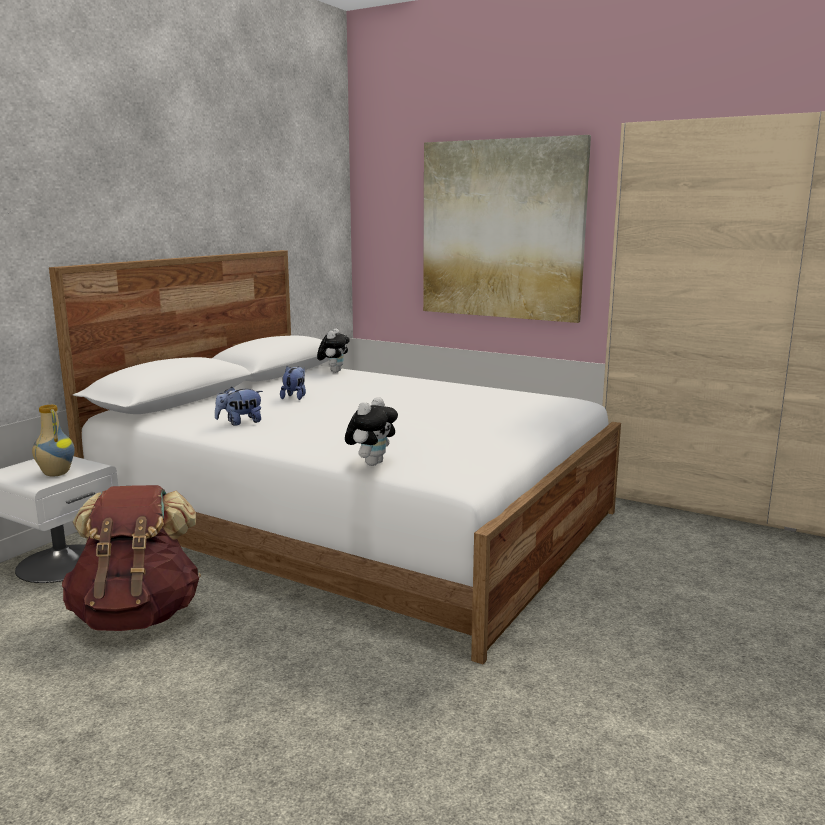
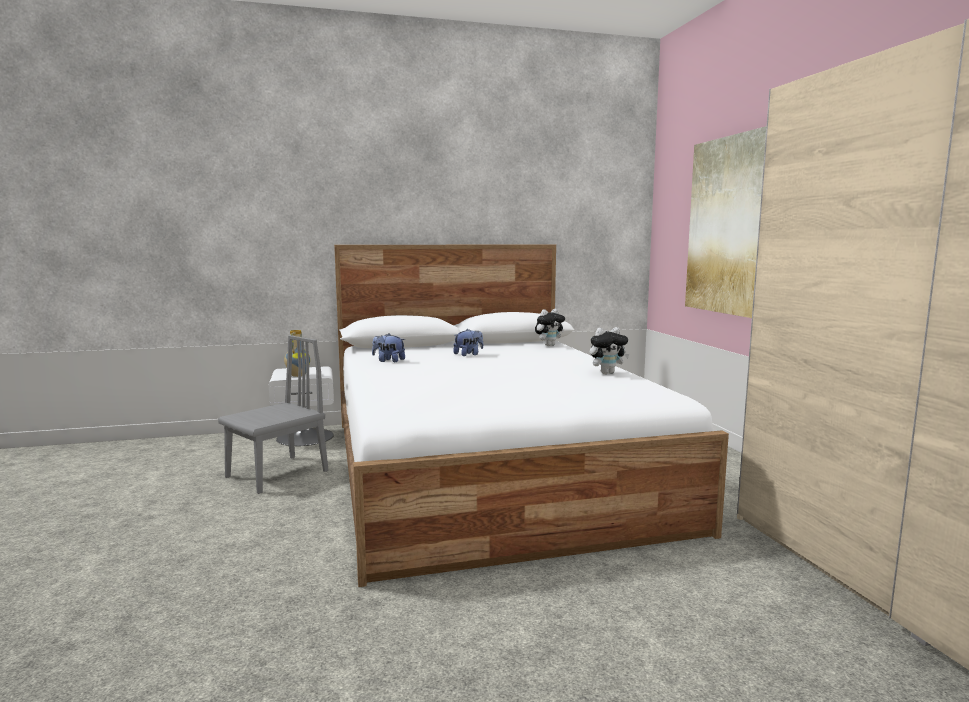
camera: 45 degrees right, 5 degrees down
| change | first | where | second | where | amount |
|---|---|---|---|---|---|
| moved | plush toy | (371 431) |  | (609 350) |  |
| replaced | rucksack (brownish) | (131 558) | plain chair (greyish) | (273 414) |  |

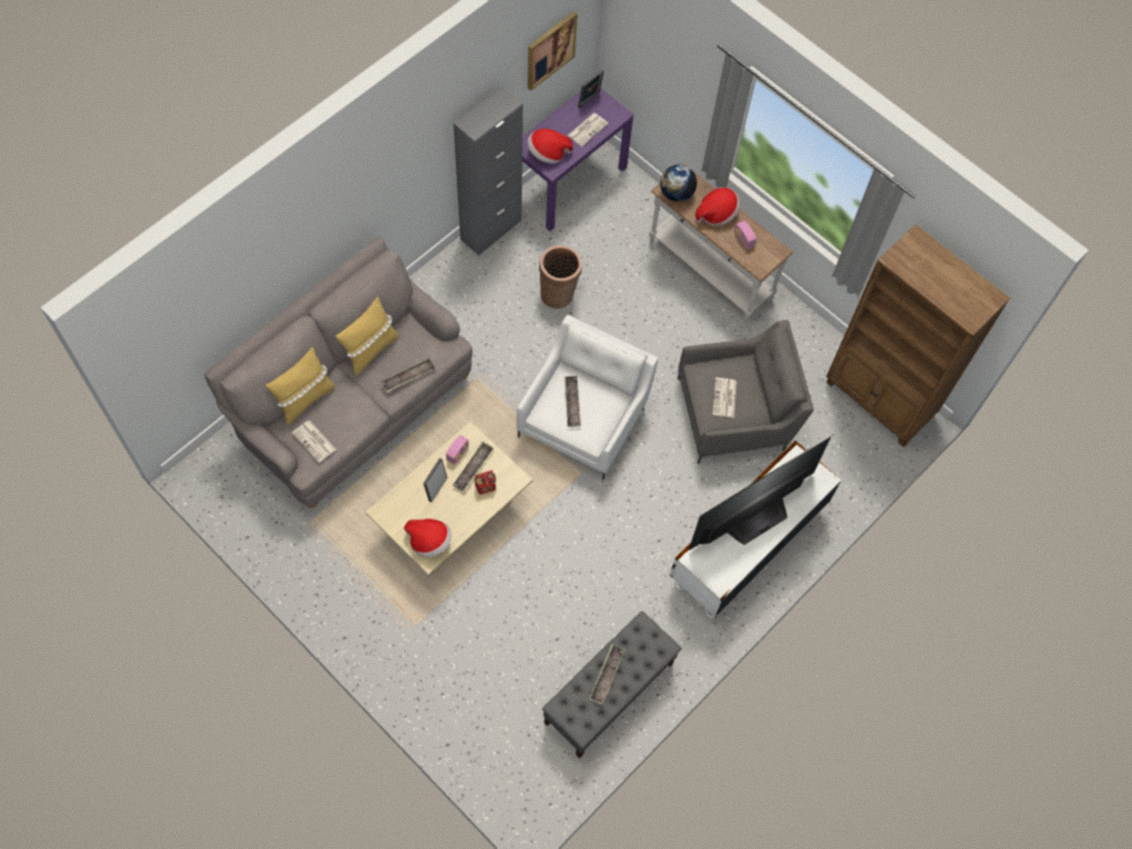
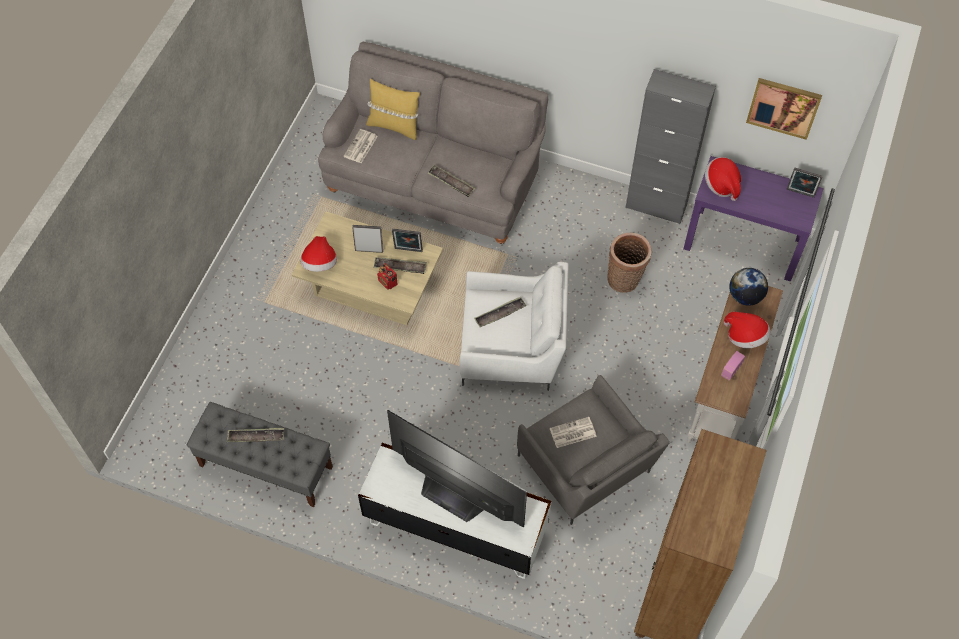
camera: 70 degrees right, 5 degrees down
| change | first | where | second | where | amount |
|---|---|---|---|---|---|
| removed | pillow (yellow-coloured) | (367 336) |  |  |  |
| removed | daily paper | (587 130) |  |  |  |
| replaced | radio | (457 450) | photo frame | (407 240) |  |

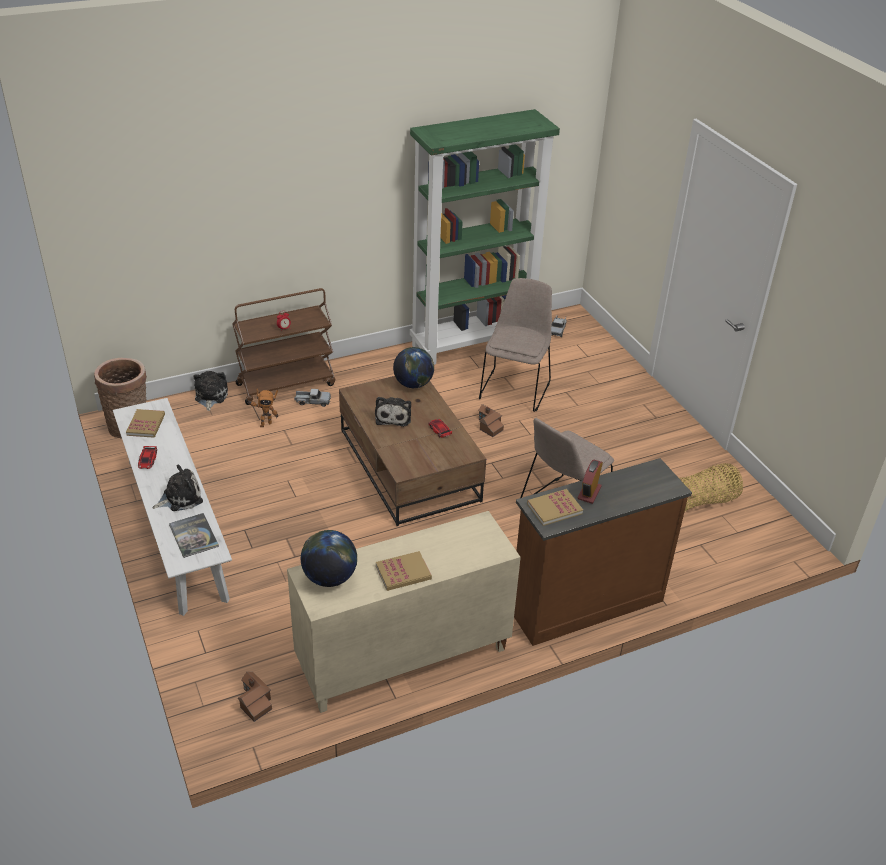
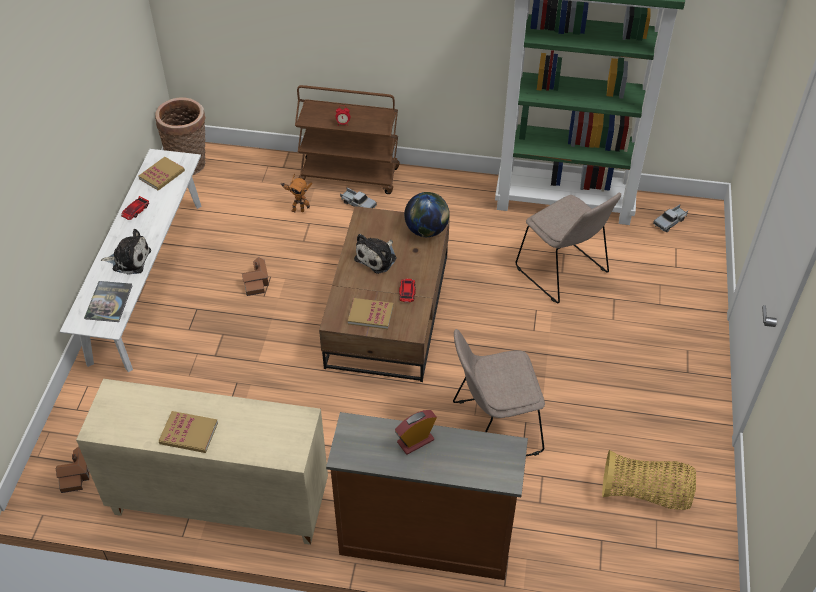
camera: 35 degrees right, 10 degrees up
| change | first | where | second | where | amount |
|---|---|---|---|---|---|
| removed | plush toy | (210 391) |  |  |  |
| removed | desk globe | (329 558) |  |  |  |
| moved | toy house | (491 420) |  | (255 276) |  |
| moved | book | (555 507) |  | (371 313) |  |
| turned | plain chair (beige-coloured) | (515 345) |  | (568 248) | 90 degrees clockwise |

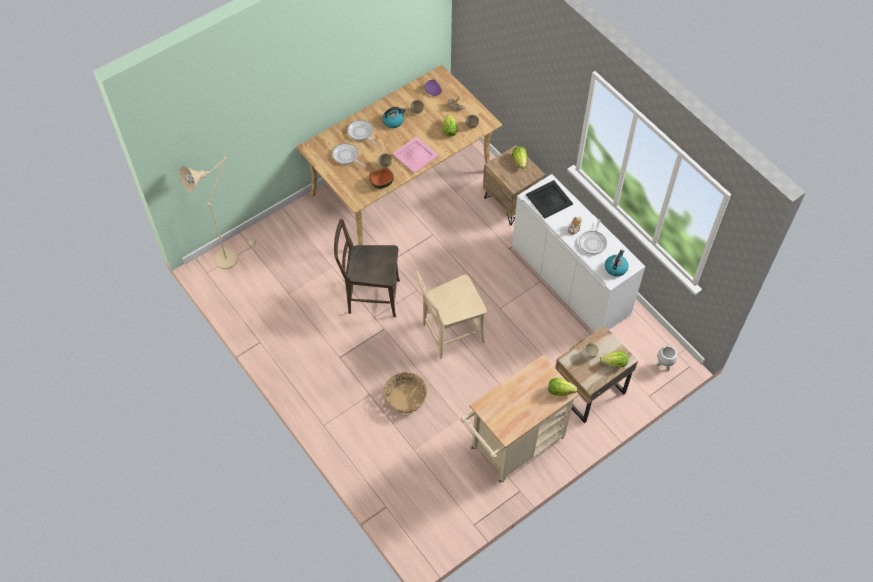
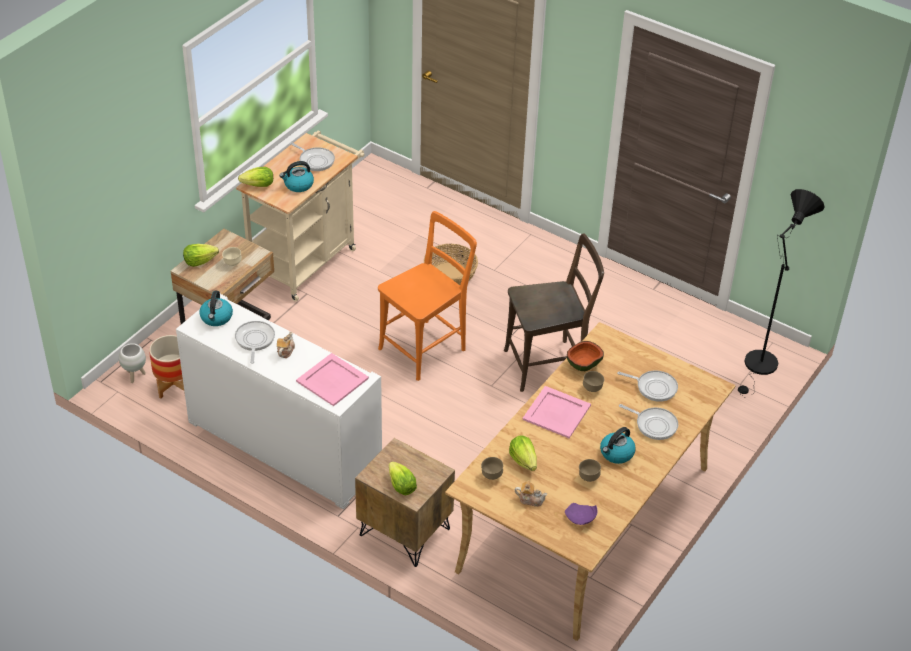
camera: 160 degrees right, 15 degrees down
| change | first | where | second | where | amount |
|---|---|---|---|---|---|
| added |  |  | plant pot | (167 367) |  |
| added |  |  | tea kettle | (297 176) |  |
| added |  |  | pan | (312 156) |  |
| recoloured | floor lamp (beige-coloured) | (218 212) | floor lamp (black) | (781 293) |  |
| recoloured | plain chair (beige-coloured) | (451 314) | plain chair (orange) | (427 296) |  |
| recoloured | tray (black) | (549 199) | tray (pink) | (332 379) |  |

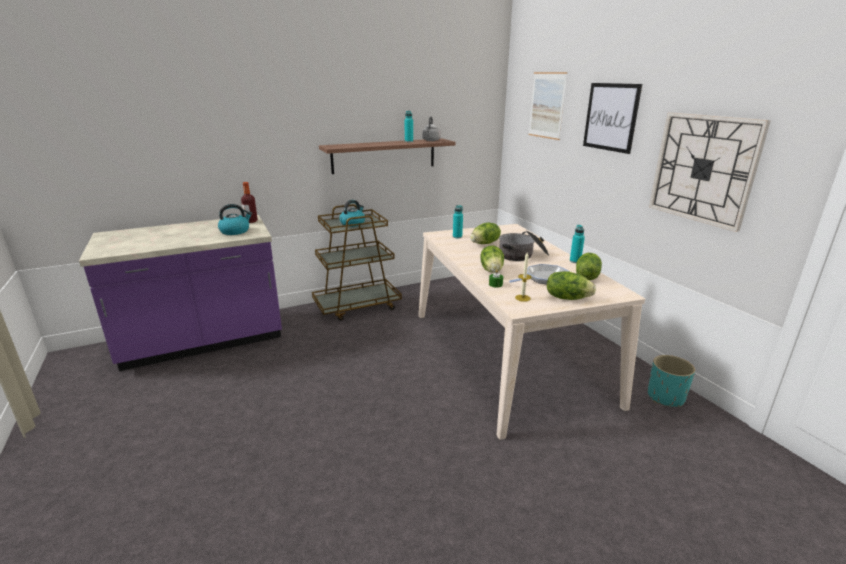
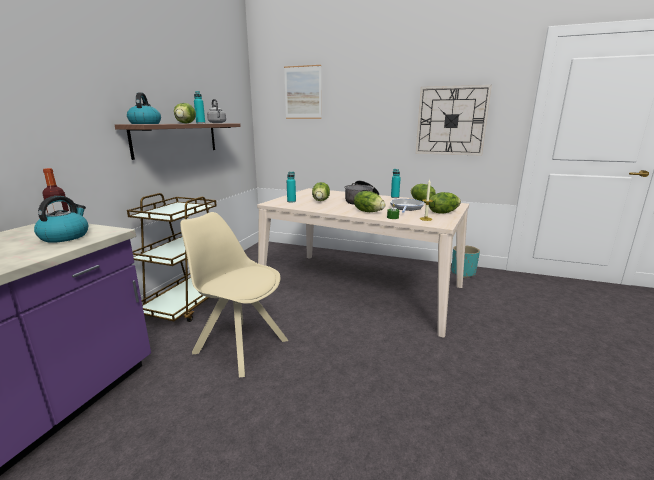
camera: 45 degrees left, 5 degrees down
| change | first | where | second | where | amount |
|---|---|---|---|---|---|
| removed | wall art | (612 118) |  |  |  |
| added |  |  | lettuce head | (185 113) |  |
| added |  |  | plain chair (beige-coloured) | (234 294) |  |
| moved | tea kettle | (352 213) |  | (144 108) |  |

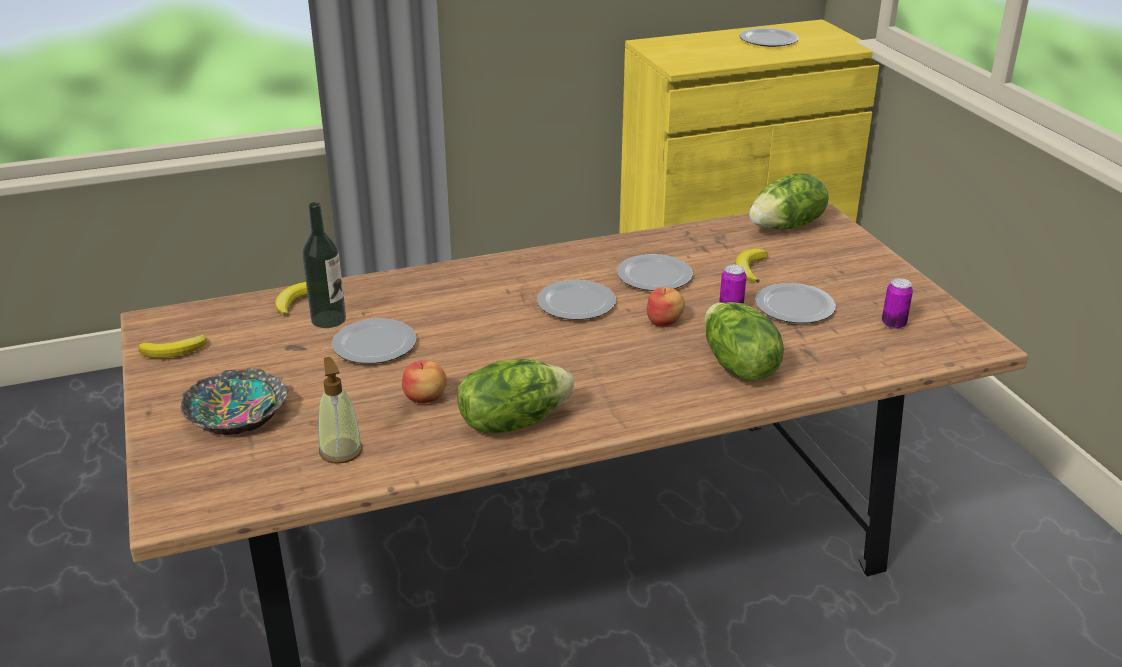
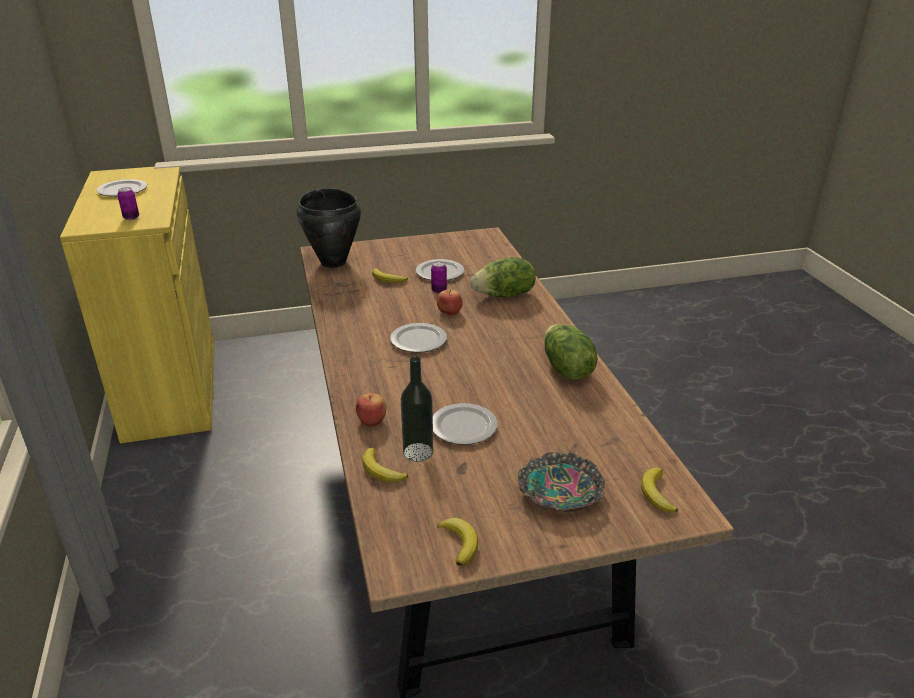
camera: 85 degrees left, 0 degrees up
| change | first | where | second | where | amount |
|---|---|---|---|---|---|
| removed | liquid soap bottle | (340 410) |  |  |  |
| removed | flat dish | (655 272) |  |  |  |
| added |  |  | whole banana | (659 489) |  |
| moved | apple | (424 381) |  | (371 410) |  |
| moved | metal can | (897 303) |  | (128 203) |  |
| replaced | lettuce head | (789 201) | cooking pot (black) | (329 228) |  |

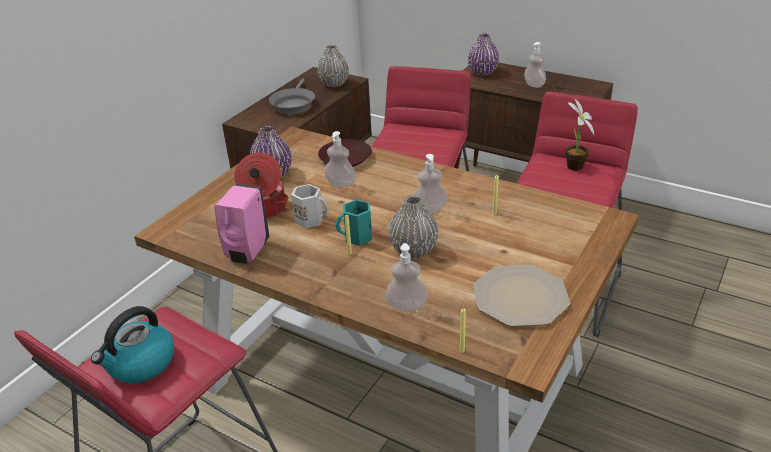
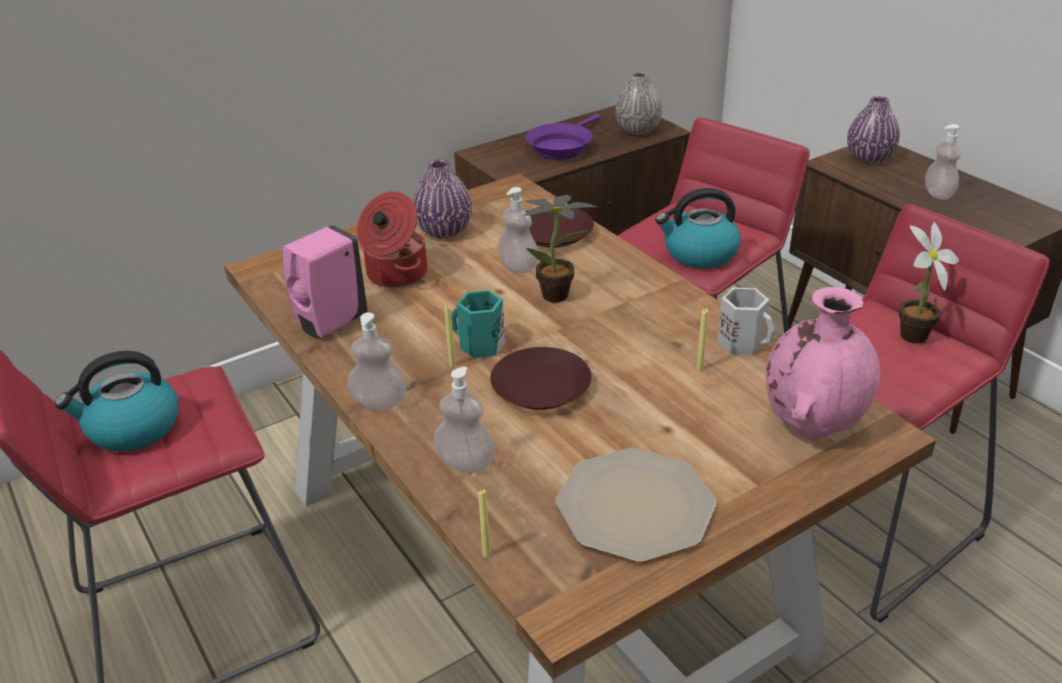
camera: 25 degrees right, 0 degrees up
| change | first | where | second | where | amount |
|---|---|---|---|---|---|
| added |  |  | potted plant | (560 248) |  |
| added |  |  | tea kettle | (698 228) |  |
| added |  |  | vase (pink) | (823 363) |  |
| moved | coffee mug (white-coloured) | (310 206) |  | (746 321) |  |
| moved | liquid soap bottle | (430 183) |  | (377 361) |  |
| replaced | vase (greyish) | (413 227) | flat dish (brownish) | (540 378) |  |
| recoloured | pan (greyish) | (292 96) | pan (purple) | (563 137) |  |

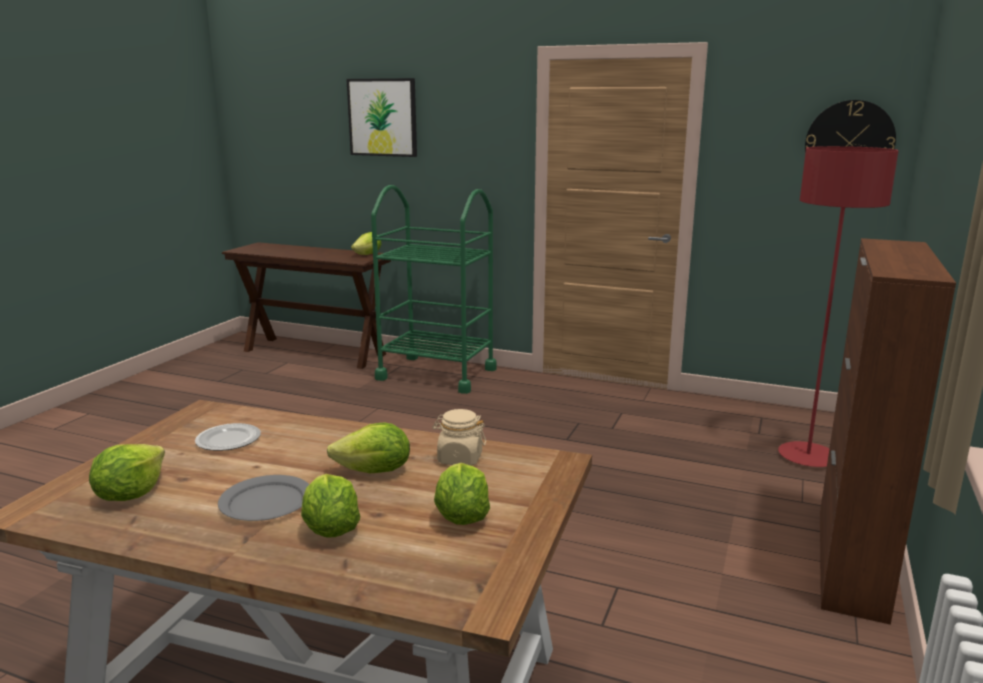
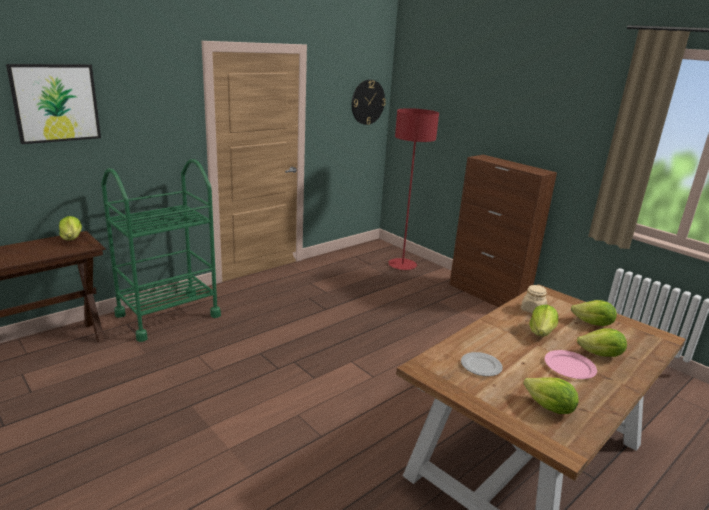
camera: 65 degrees left, 5 degrees up
| change | first | where | second | where | amount |
|---|---|---|---|---|---|
| recoloured | flat dish (greyish) | (263 498) | flat dish (pink) | (571 364) |  |

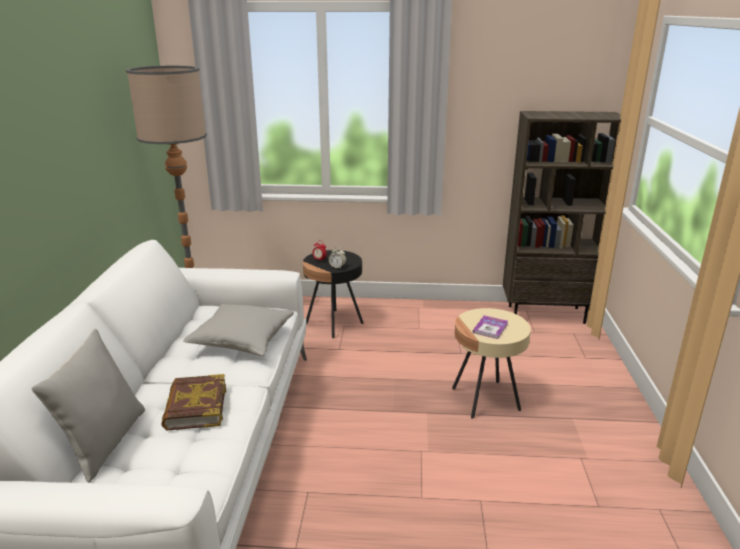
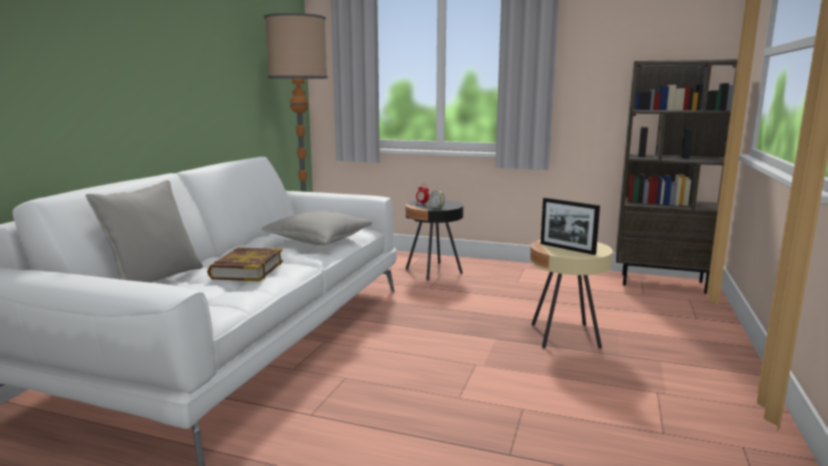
camera: 15 degrees right, 10 degrees down
| change | first | where | second | where | amount |
|---|---|---|---|---|---|
| replaced | book | (490 327) | photo frame | (570 226) |  |

